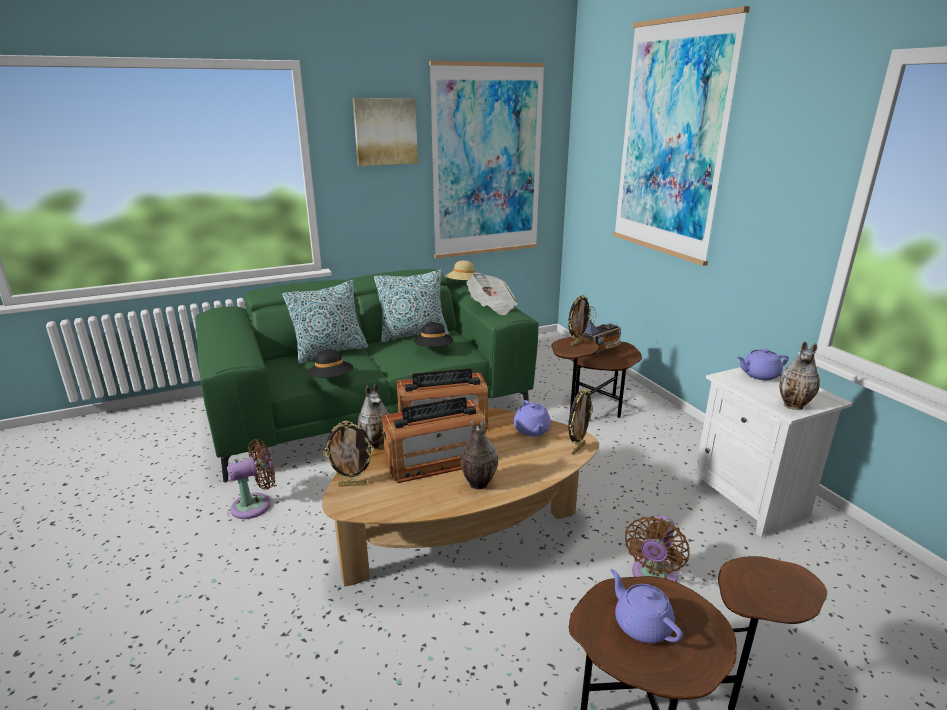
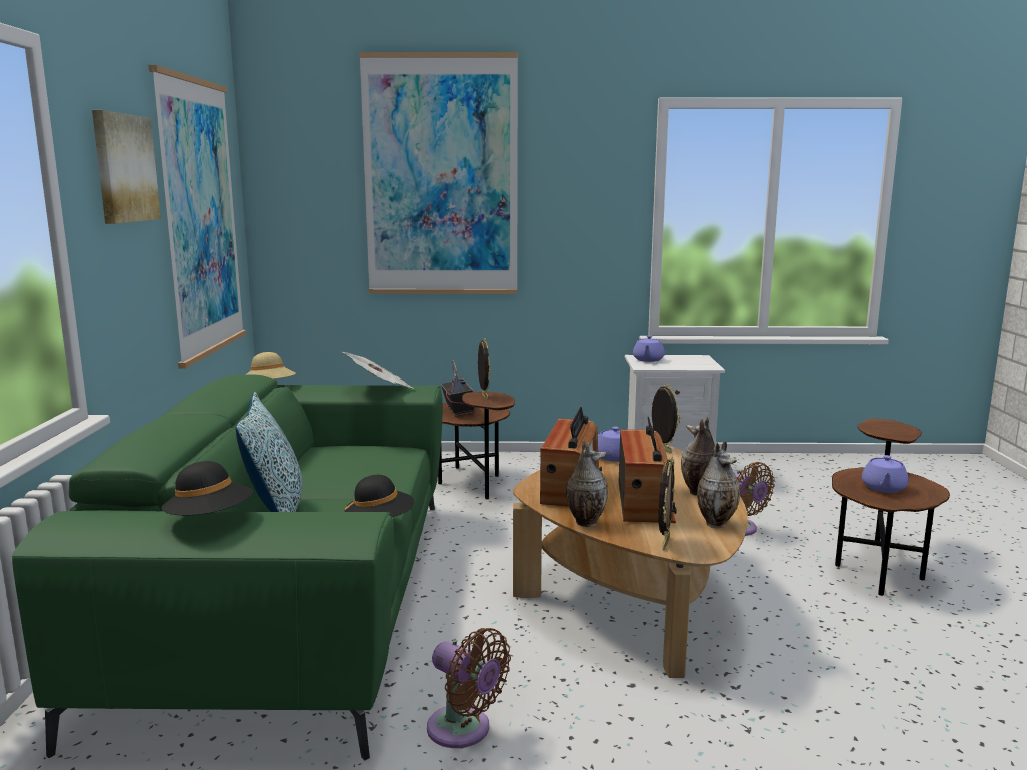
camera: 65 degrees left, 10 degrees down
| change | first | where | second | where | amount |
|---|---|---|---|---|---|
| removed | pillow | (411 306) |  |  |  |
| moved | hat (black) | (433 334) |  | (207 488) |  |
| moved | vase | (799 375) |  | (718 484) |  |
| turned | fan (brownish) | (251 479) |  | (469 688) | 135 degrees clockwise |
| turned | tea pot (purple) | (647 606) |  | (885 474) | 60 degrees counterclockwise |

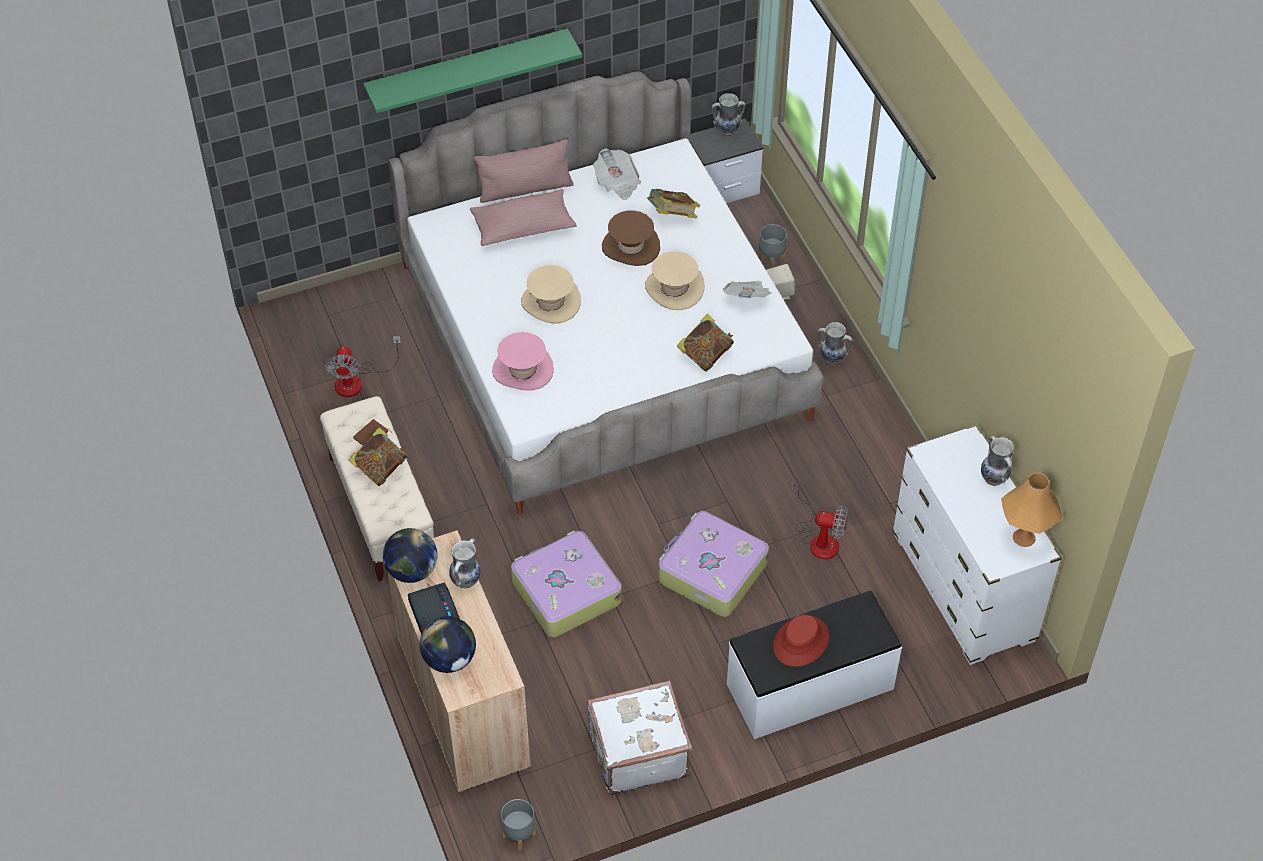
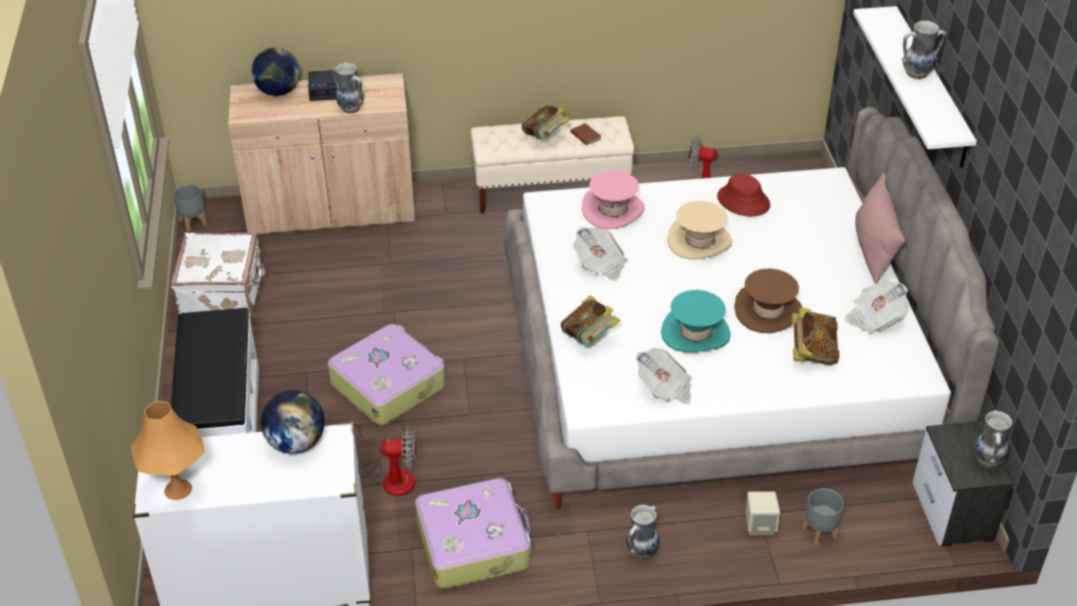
camera: 105 degrees right, 10 degrees down
| change | first | where | second | where | amount |
|---|---|---|---|---|---|
| removed | pillow (pink) | (523 217) |  |  |  |
| added |  |  | daily paper | (600 254) |  |
| moved | desk globe | (410 555) |  | (293 422) |  |
| moved | suitcase | (566 584) |  | (473 533) |  |
| moved | hat (red-coloured) | (801 641) |  | (743 195) |  |
| moved | vase | (997 461) |  | (924 50) |  |
| recoloured | shelf (greenish) | (472 70) | shelf (white-coloured) | (915 87) |  |
| recoloured | hat (beige-coloured) | (675 280) | hat (turquoise) | (696 321) |  |
| turned | fan | (820 518) |  | (384 456) | 120 degrees counterclockwise |

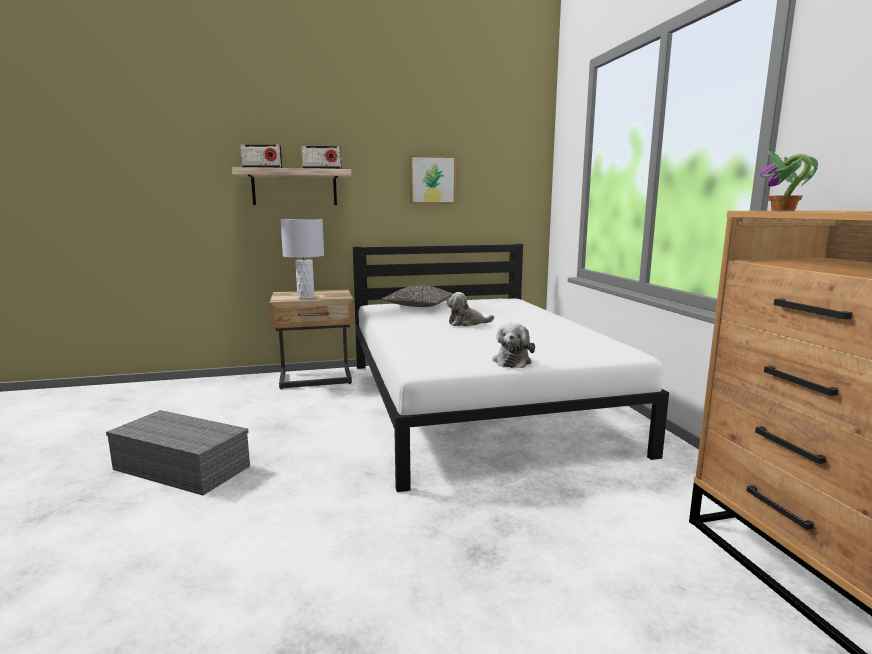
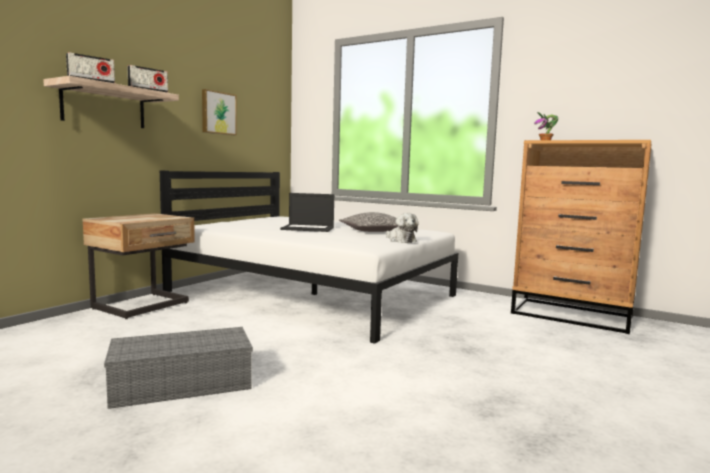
camera: 45 degrees left, 5 degrees down
| change | first | where | second | where | amount |
|---|---|---|---|---|---|
| removed | lamp for a table (greyish) | (302 259) |  |  |  |
| moved | pillow | (417 296) |  | (368 222) |  |
| replaced | plush toy | (470 309) | notebook computer | (307 212) |  |

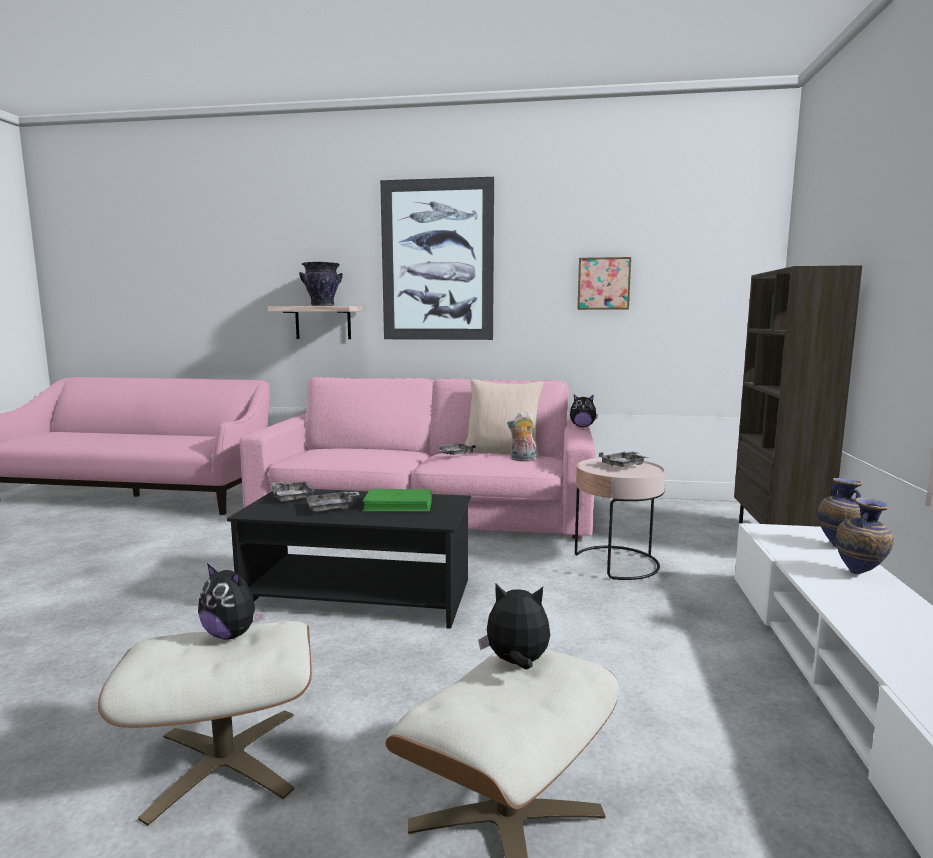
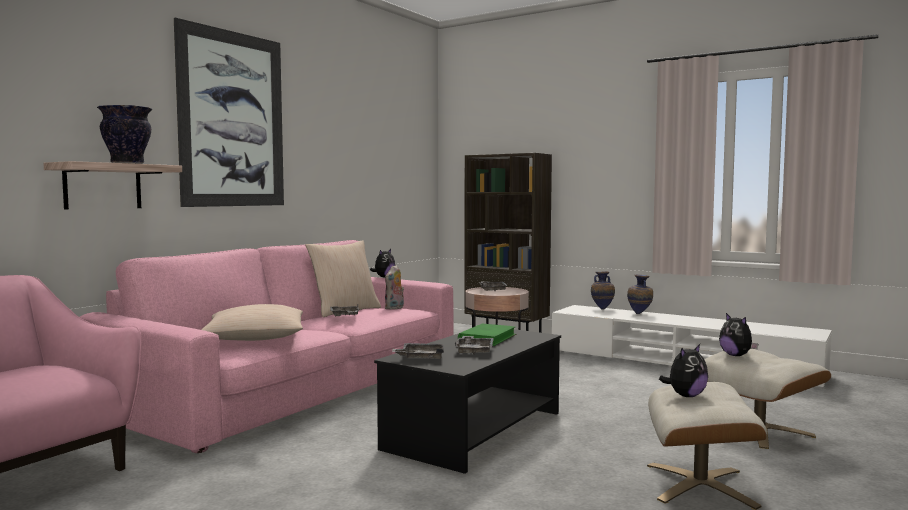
camera: 65 degrees left, 5 degrees down
| change | first | where | second | where | amount |
|---|---|---|---|---|---|
| removed | wall art | (604 283) |  |  |  |
| added |  |  | pillow (beige-coloured) | (252 322) |  |
| turned | plush toy | (514 626) |  | (738 334) | 60 degrees counterclockwise |

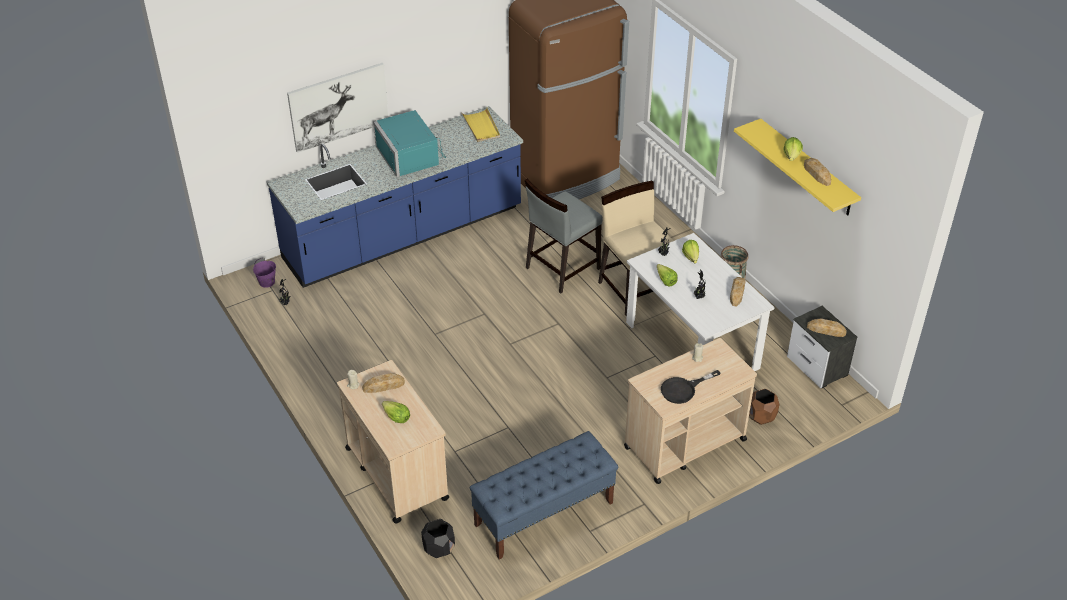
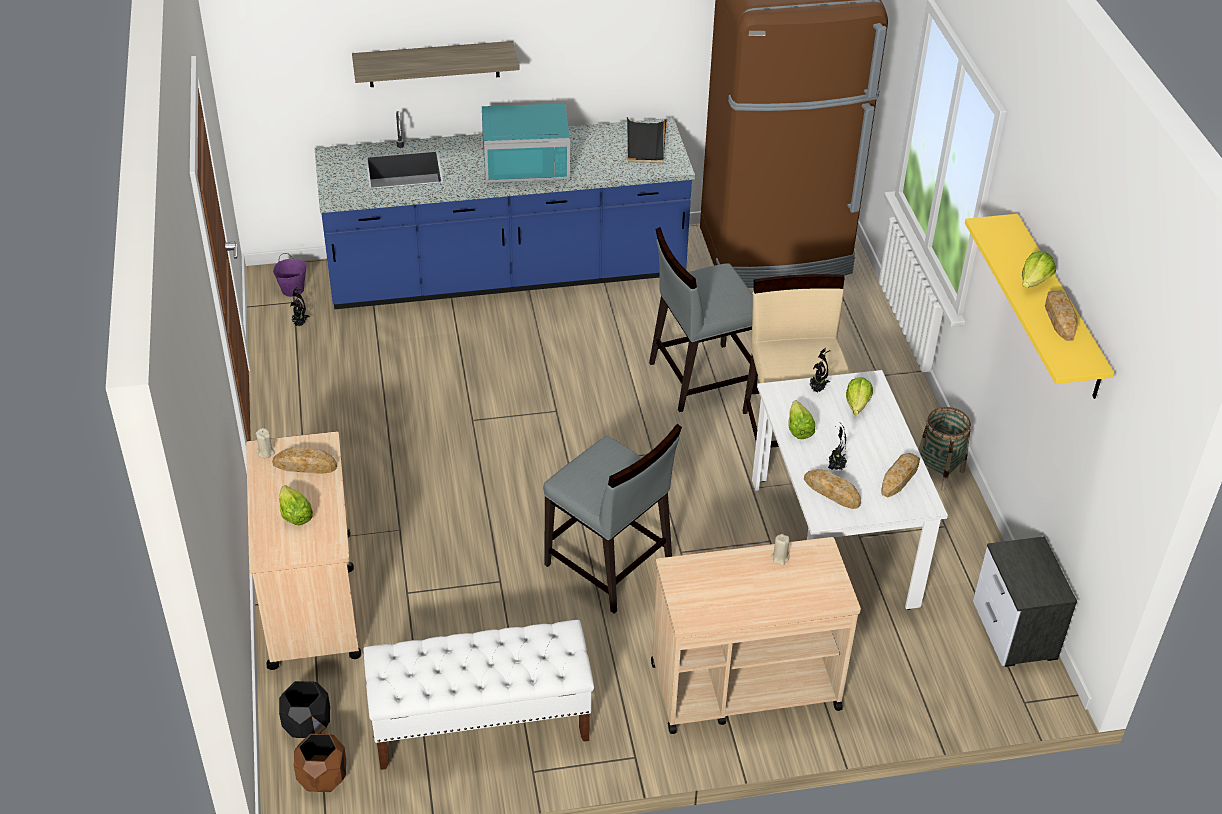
camera: 20 degrees right, 0 degrees up
| change | first | where | second | where | amount |
|---|---|---|---|---|---|
| removed | pan (black) | (691 387) |  |  |  |
| added |  |  | plain chair (greyish) | (612 519) |  |
| moved | plant pot (brownish) | (764 407) |  | (320 763) |  |
| moved | bakery bread | (827 328) |  | (832 489) |  |
| replaced | wall art | (338 108) | shelf | (435 64) |  |
| recoloured | tray (yellow-coloured) | (481 125) | tray (black) | (647 140) |  |
| recoloured | bench (bluish) | (544 495) | bench (white-coloured) | (478 695) |  |
| turned | microwave oven (turquoise) | (409 143) |  | (526 143) | 90 degrees counterclockwise |

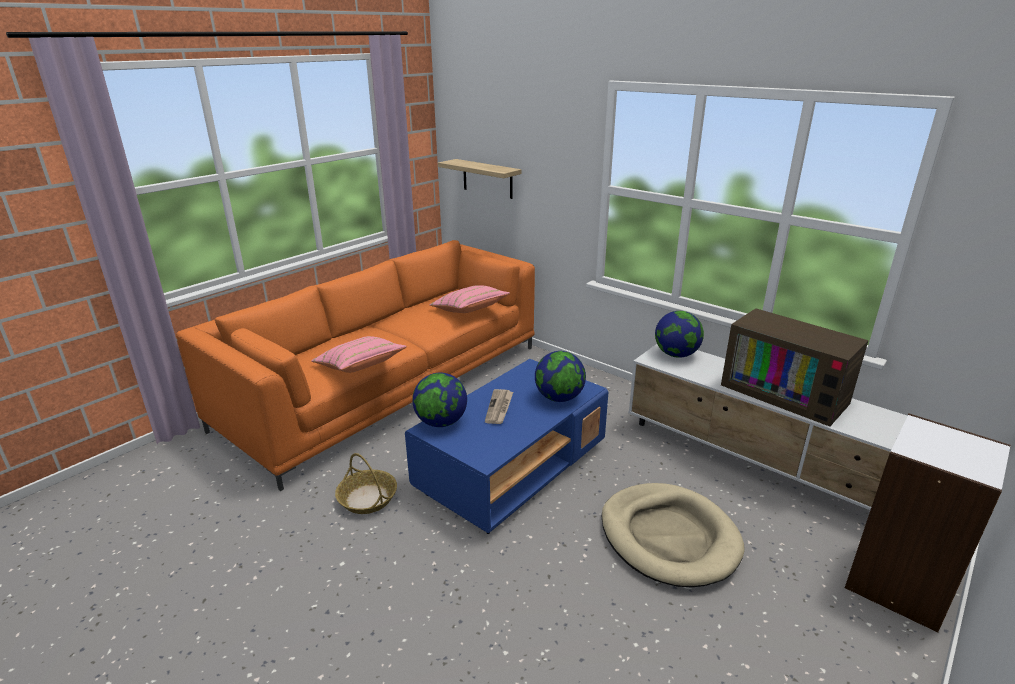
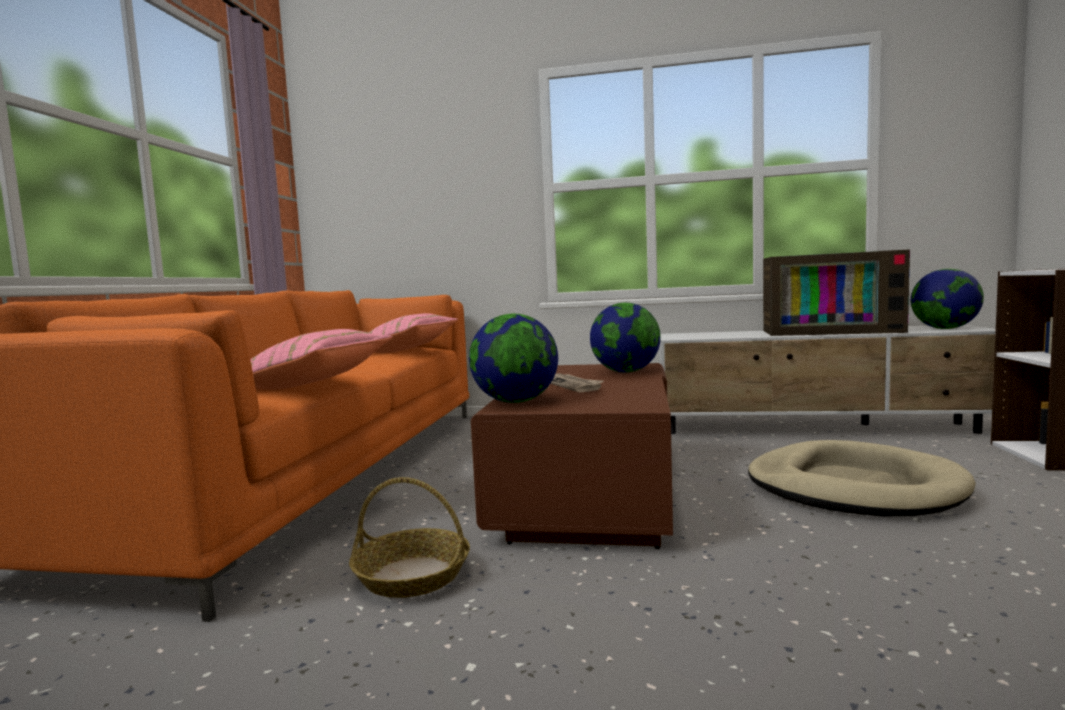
camera: 30 degrees left, 20 degrees down
| change | first | where | second | where | amount |
|---|---|---|---|---|---|
| removed | shelf | (479 179) |  |  |  |
| moved | desk globe | (679 334) |  | (947 299) |  |
| recoloured | coffee table (bluish) | (506 446) | coffee table (brownish) | (572 456) |  |

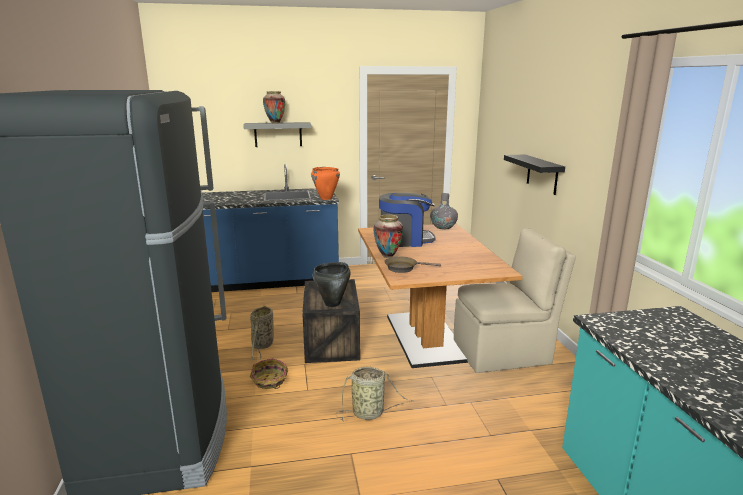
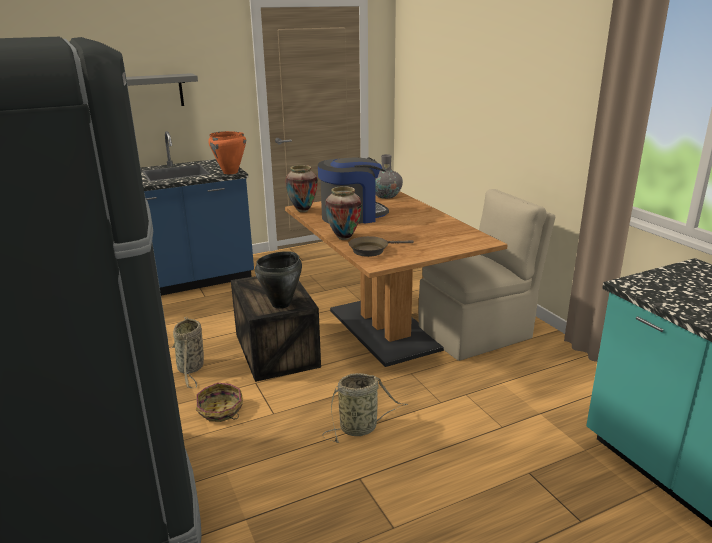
camera: 15 degrees left, 5 degrees up
| change | first | where | second | where | amount |
|---|---|---|---|---|---|
| removed | shelf (black) | (534 174) |  |  |  |
| moved | vase | (274 107) |  | (301 188) |  |

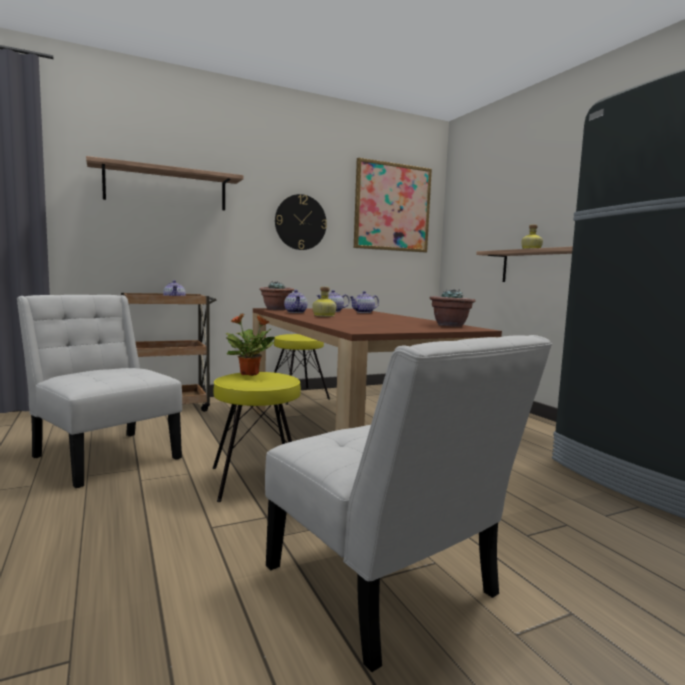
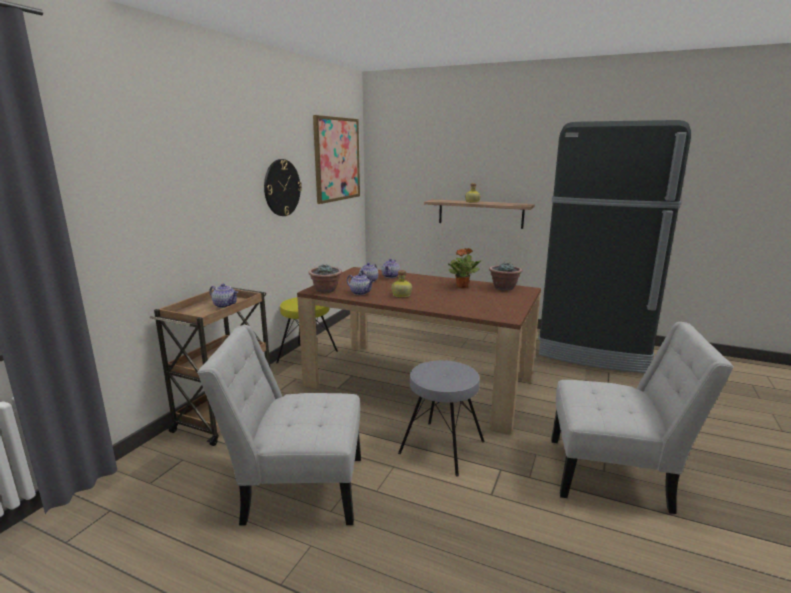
camera: 40 degrees left, 10 degrees up
| change | first | where | second | where | amount |
|---|---|---|---|---|---|
| removed | shelf | (165 183) |  |  |  |
| moved | potted plant | (250 344) |  | (464 268) |  |
| recoloured | stool seat (yellow-coloured) | (257 437) | stool seat (greyish) | (441 418) |  |

